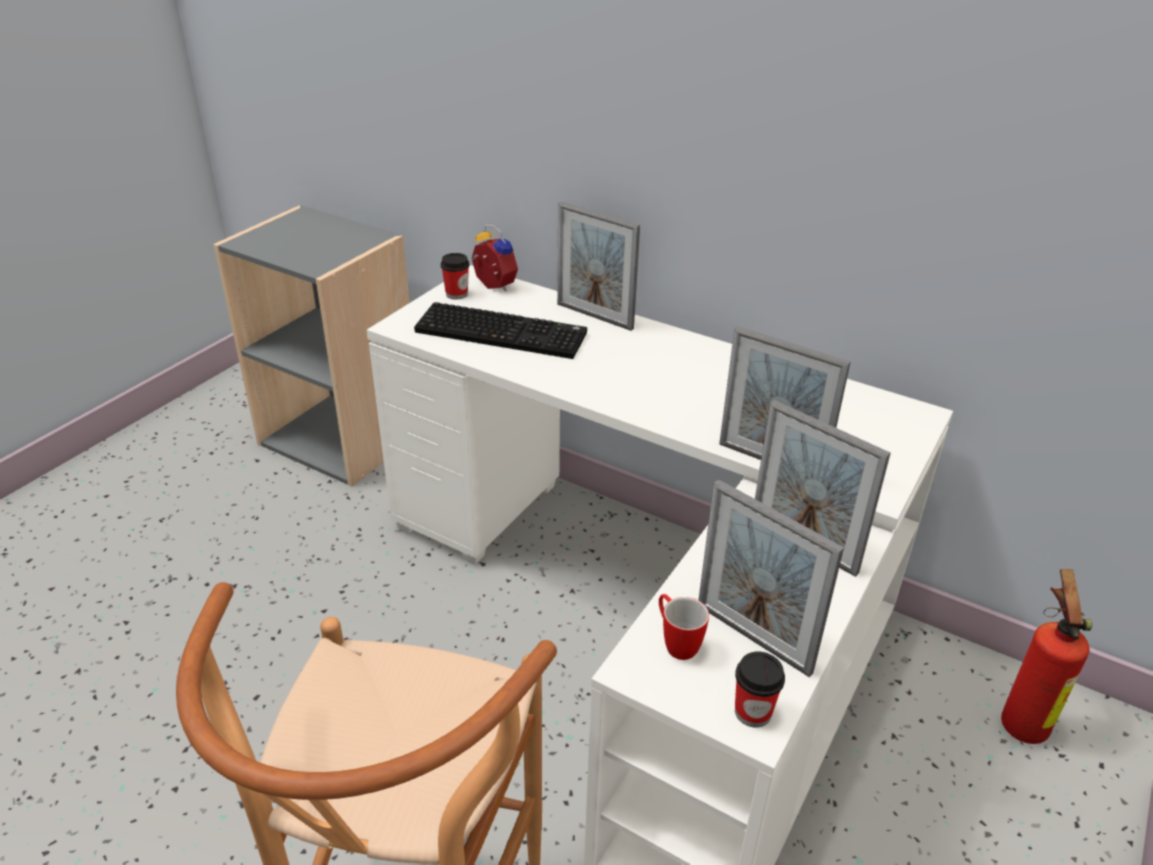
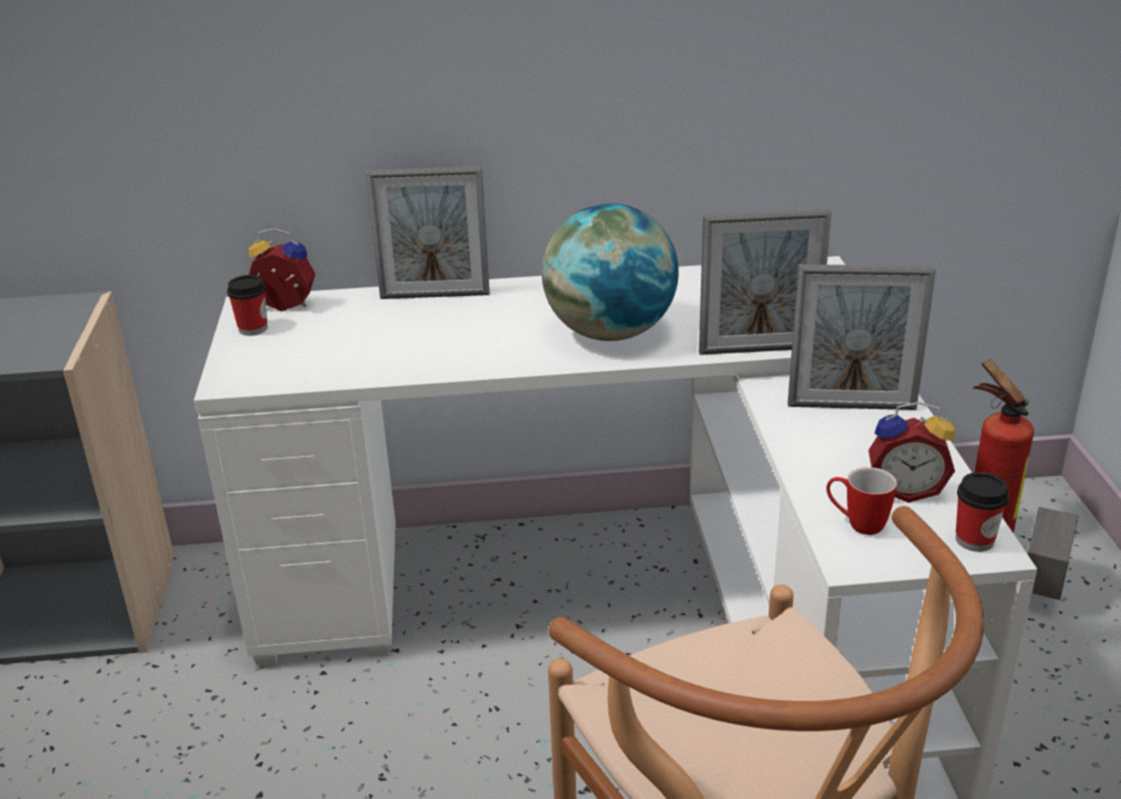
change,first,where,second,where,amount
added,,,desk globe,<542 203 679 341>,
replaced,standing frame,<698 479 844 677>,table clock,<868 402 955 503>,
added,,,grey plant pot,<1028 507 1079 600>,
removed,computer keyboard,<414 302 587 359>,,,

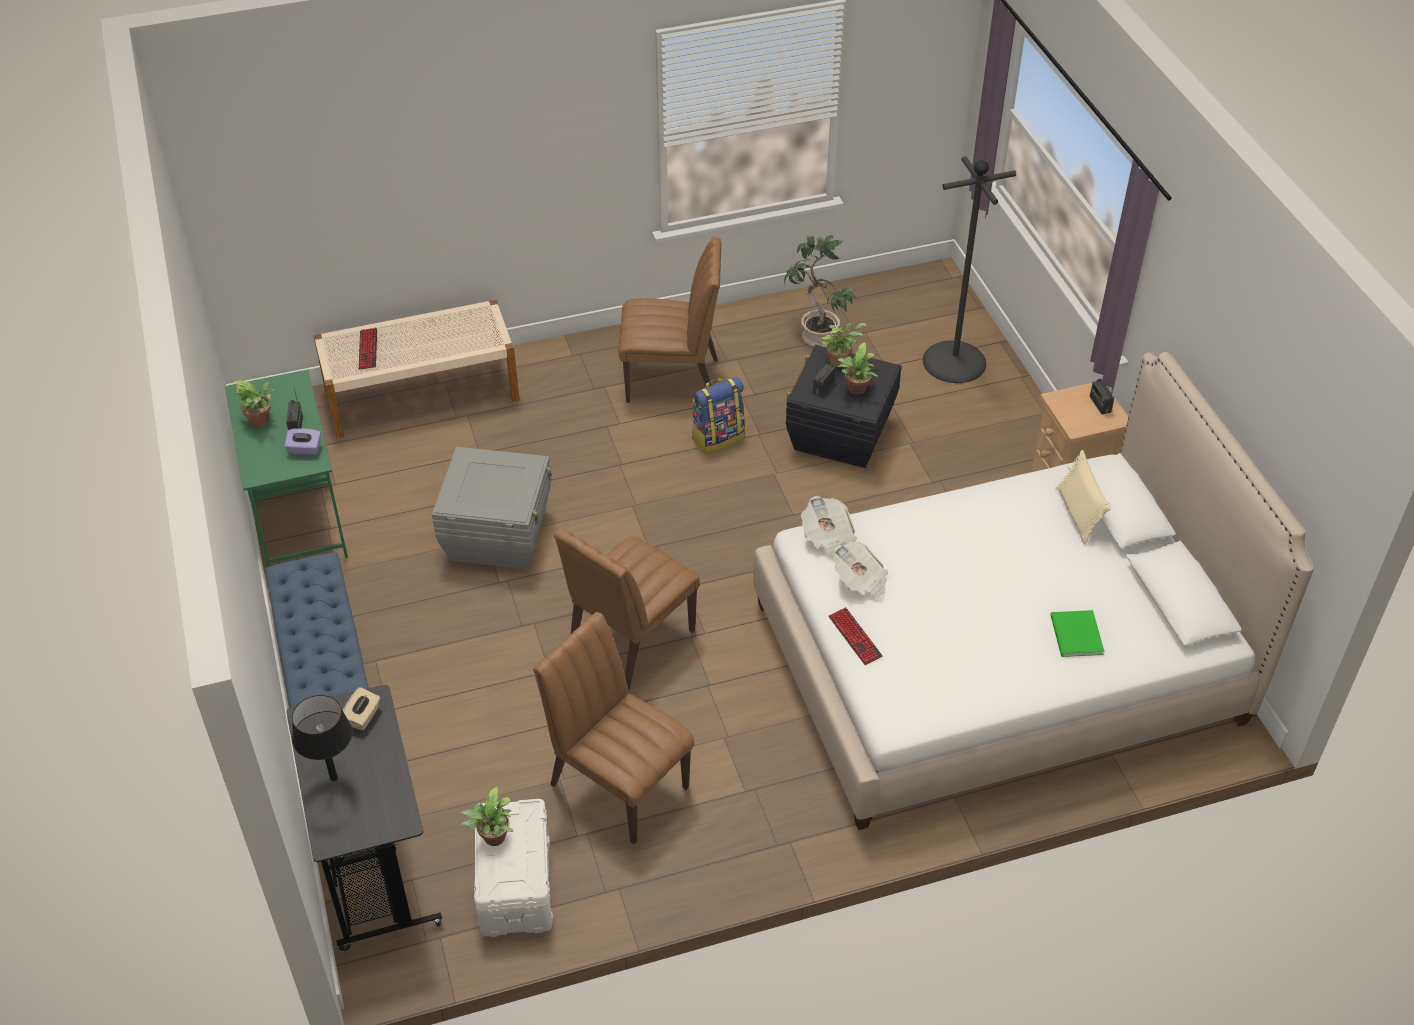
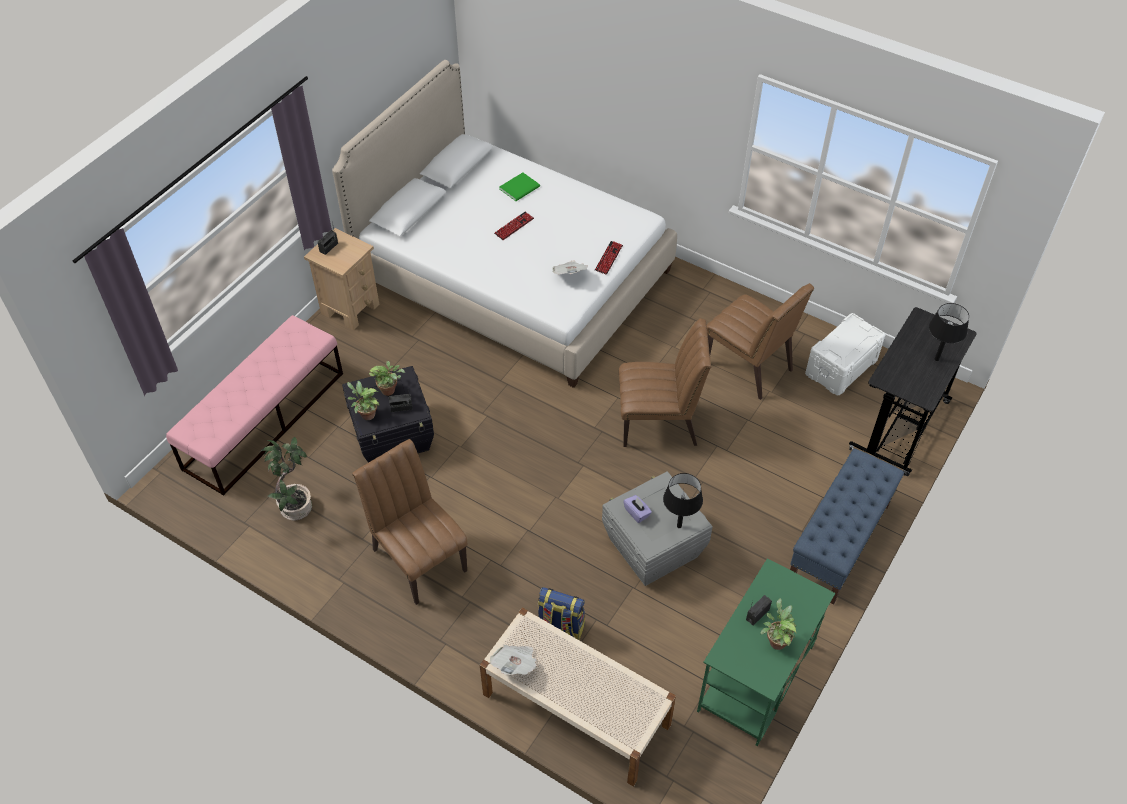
change,first,where,second,where,amount
replaced,black garment rack,<923 156 1016 383>,pink bench,<166 315 343 496>,
moved,printed paper,<801 496 857 559>,,<490 645 537 675>,
moved,computer keyboard,<359 327 377 370>,,<494 212 534 240>,
moved,backpack,<692 377 745 454>,,<538 587 585 641>,
moved,purple-coloured tissue box,<285 428 321 455>,,<623 495 652 523>,
added,,,black table lamp,<663 473 703 528>,
turned,brownish chair,<533 612 694 844>,,<707 283 814 400>,45 degrees counterclockwise
removed,beige tissue box,<343 687 380 731>,,,
removed,potted plant,<460 786 513 846>,,,
removed,beige cushion,<1056 450 1111 544>,,,

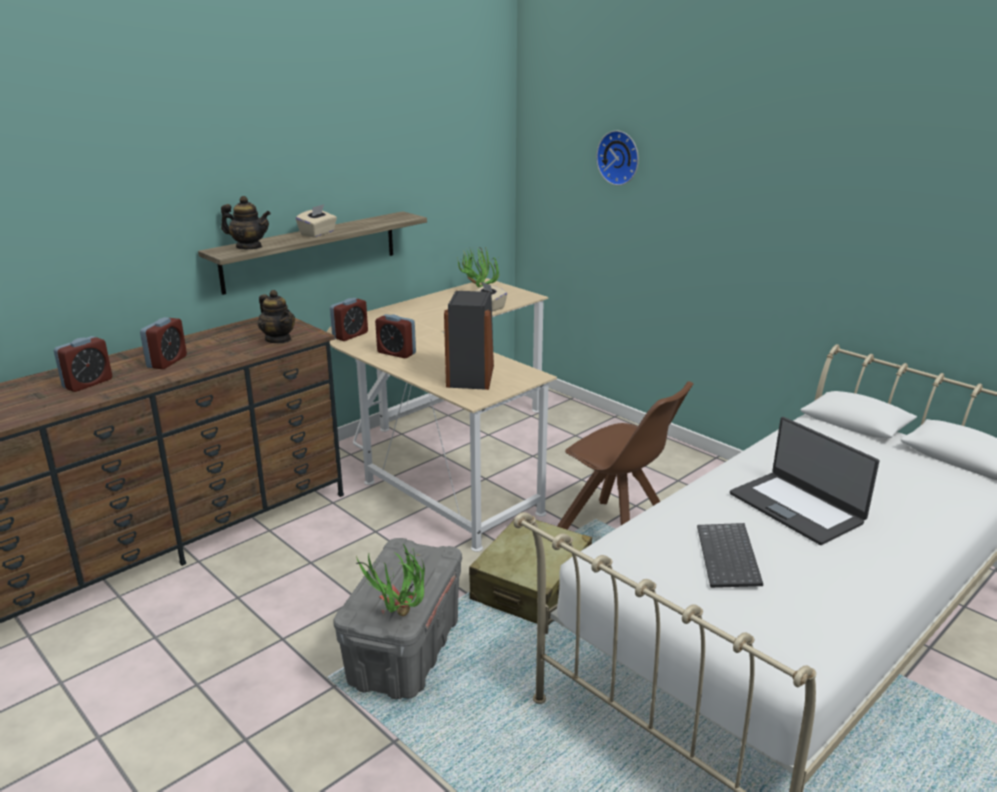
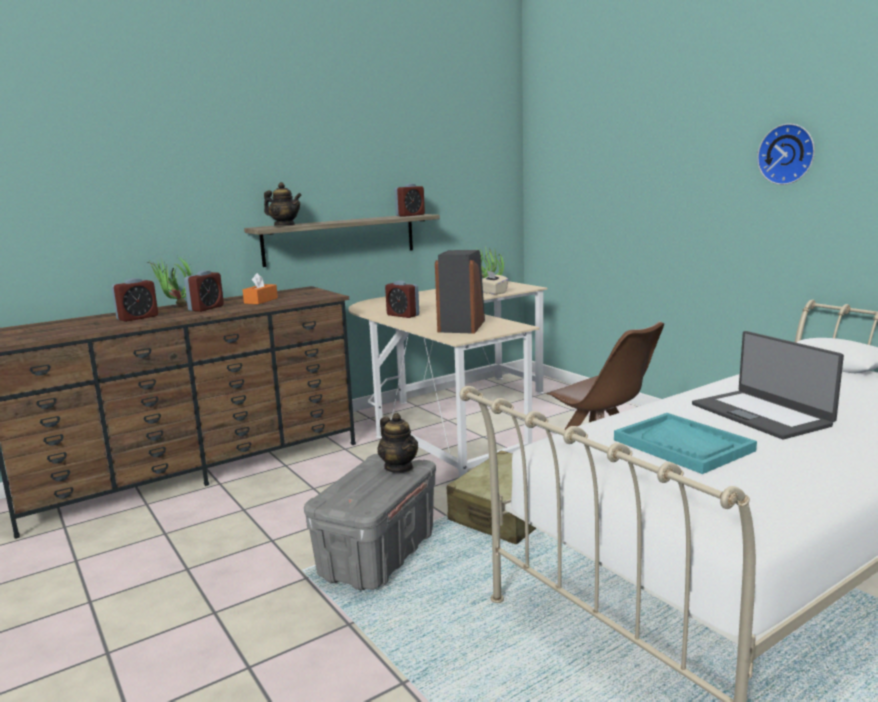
change,first,where,second,where,amount
moved,potted plant,<355 544 425 616>,,<147 253 193 306>,
added,,,orangey tissue box,<243 273 278 304>,
moved,pot for tea,<258 290 295 343>,,<378 413 418 473>,
moved,table clock,<330 298 368 341>,,<395 183 425 217>,
replaced,computer keyboard,<697 523 763 588>,turquoise serving tray,<614 413 757 474>,
moved,clock on the wall,<596 130 639 186>,,<757 123 815 185>,
removed,beige tissue box,<296 204 337 238>,,,

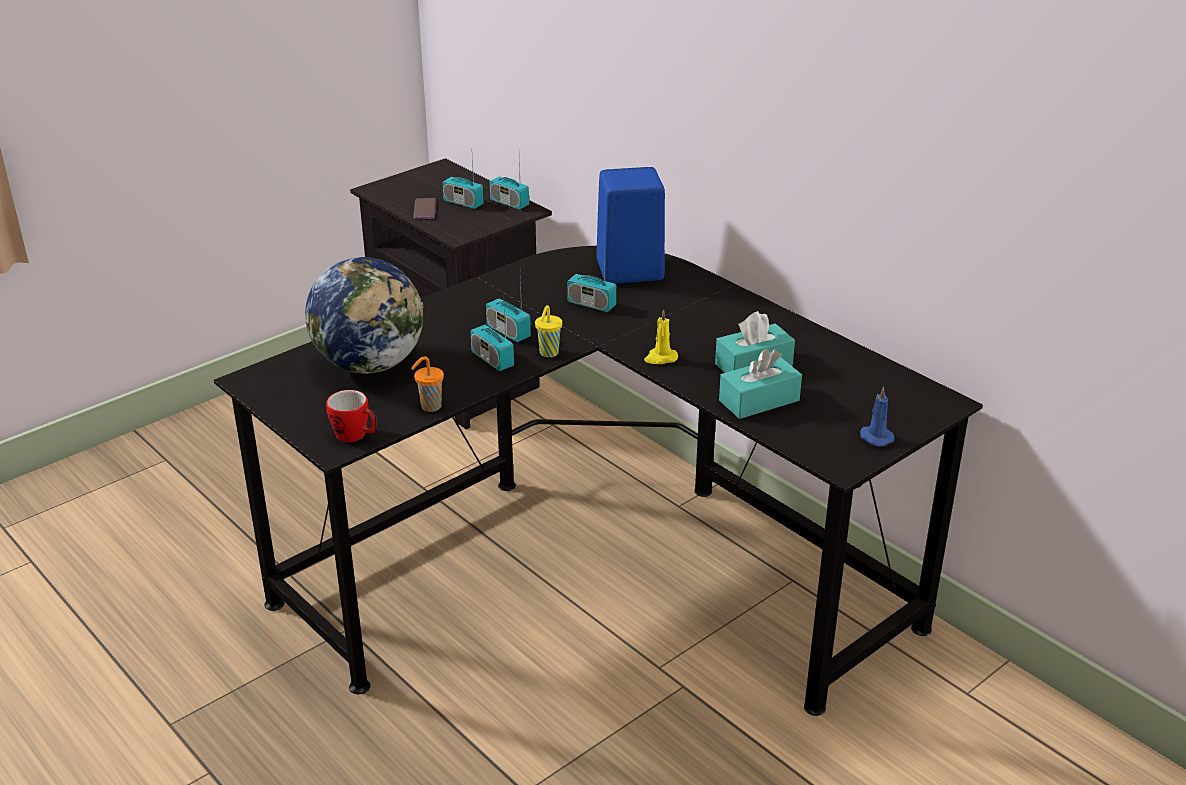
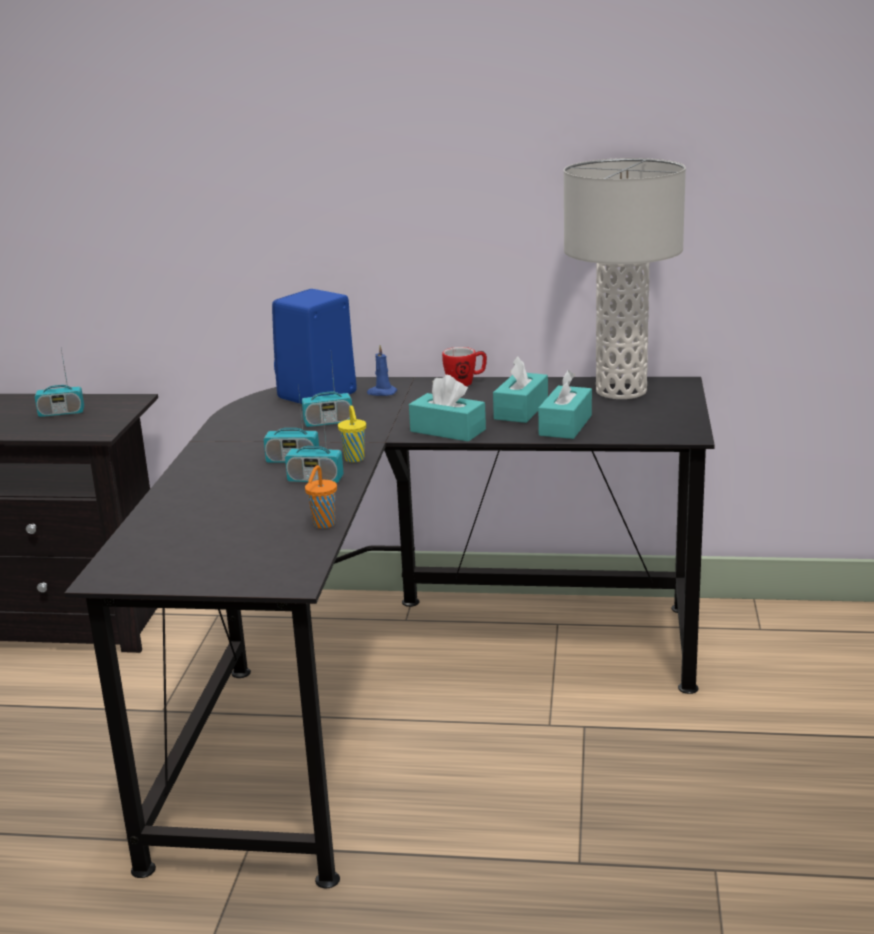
change,first,where,second,where,amount
moved,blue-coloured wax light,<860 387 895 447>,,<367 345 397 396>,
replaced,yellow-coloured wax light,<644 309 678 364>,turquoise tissue box,<409 375 486 442>,
moved,mug,<326 390 376 442>,,<442 347 487 386>,
added,,,whitish table lamp,<564 158 686 399>,
removed,desk globe,<305 257 424 374>,,,
removed,handset,<413 198 436 219>,,,
removed,radio set,<489 160 529 210>,,,

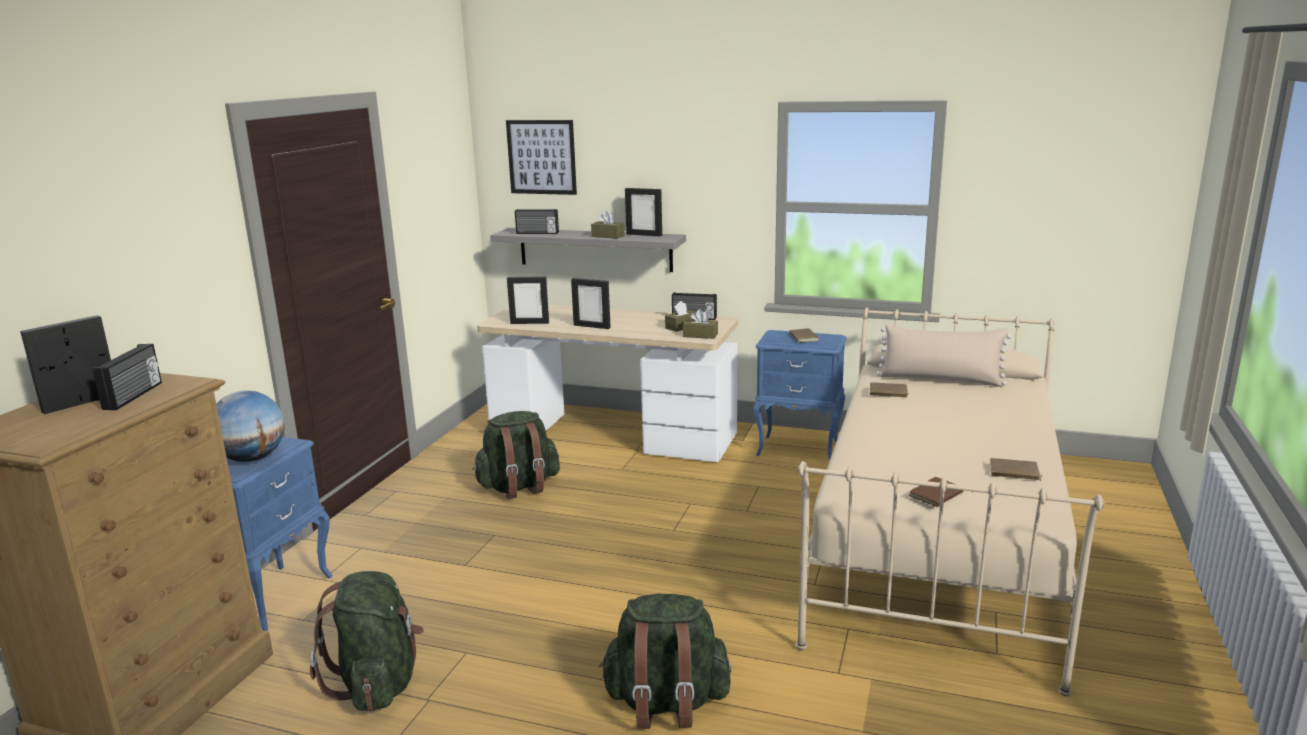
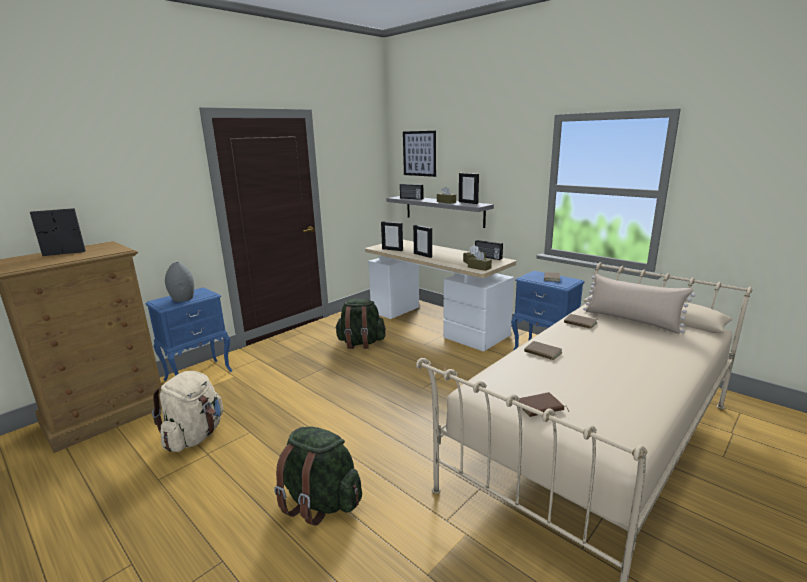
change,first,where,second,where,amount
recoloured,greenish backpack,<310 571 424 711>,beige backpack,<152 371 223 452>,
replaced,desk globe,<216 390 285 462>,grey vase,<165 262 194 302>,
moved,brownish volume,<990 458 1043 481>,,<524 341 563 360>,
removed,radio set,<92 344 162 410>,,,

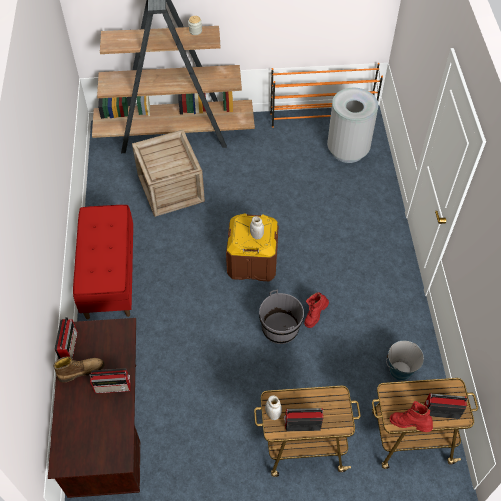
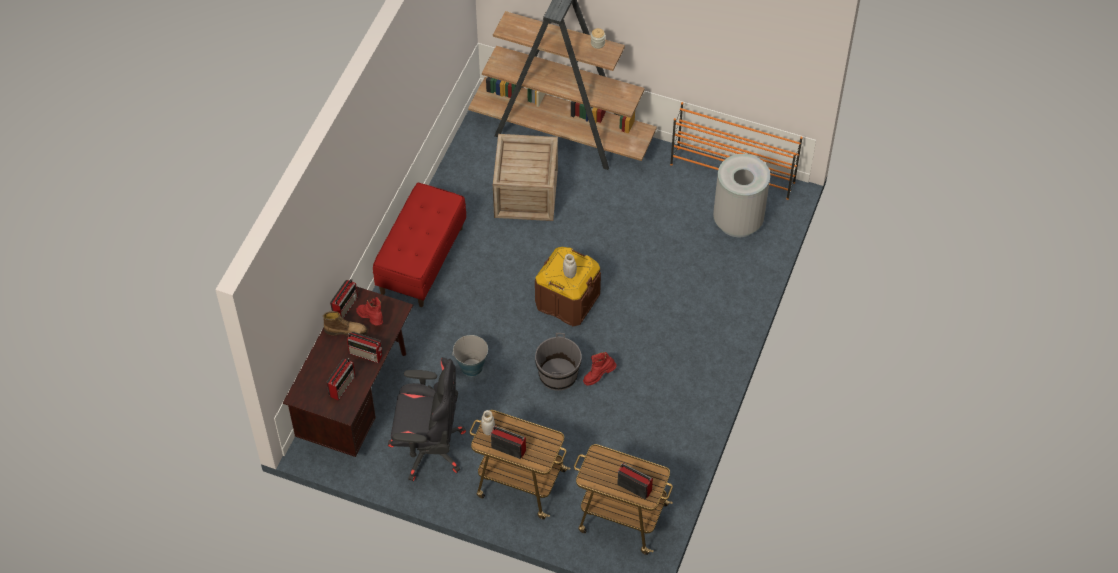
change,first,where,second,where,amount
added,,,radio set,<326 358 355 401>,
moved,red high-top boot,<390 401 433 432>,,<356 297 383 325>,
added,,,black desk chair,<388 357 466 481>,
moved,pail,<386 341 424 381>,,<452 335 488 377>,

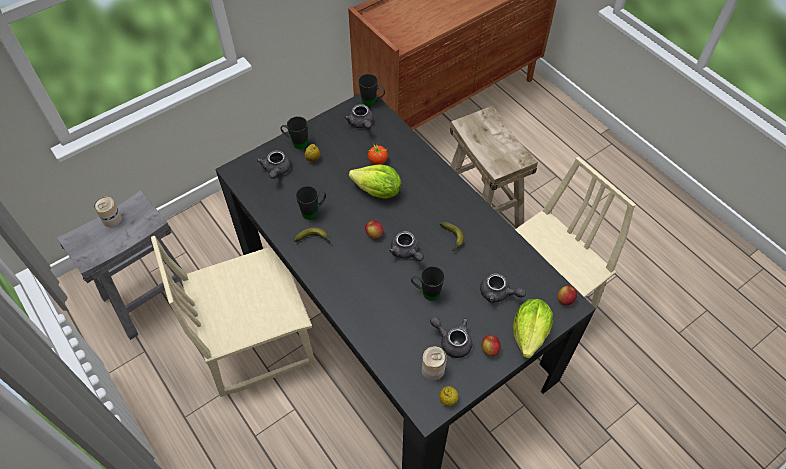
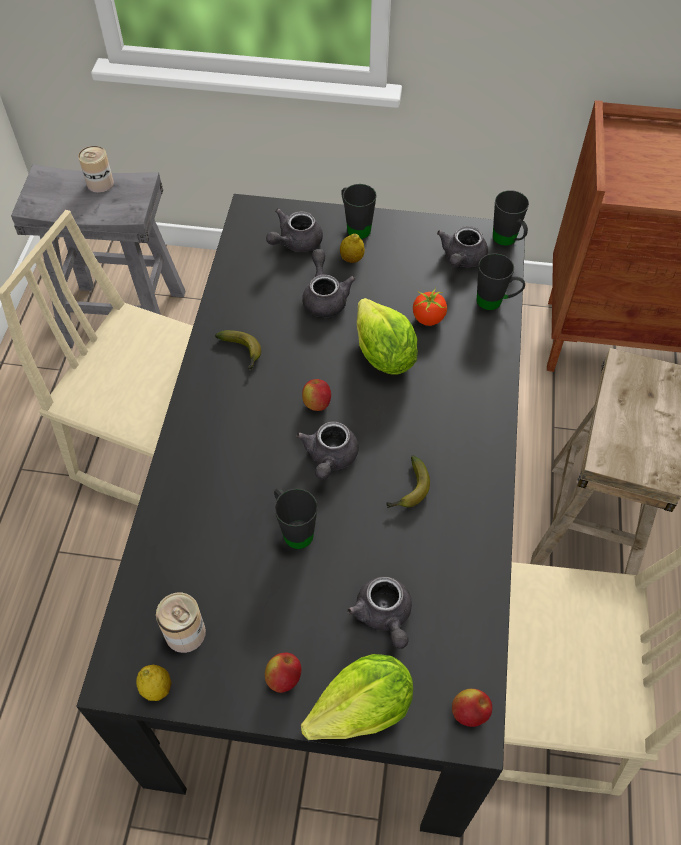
change,first,where,second,where,amount
moved,grey pot for tea,<430 317 472 358>,,<302 249 356 317>,
moved,black mug,<296 186 326 220>,,<477 253 525 310>,

